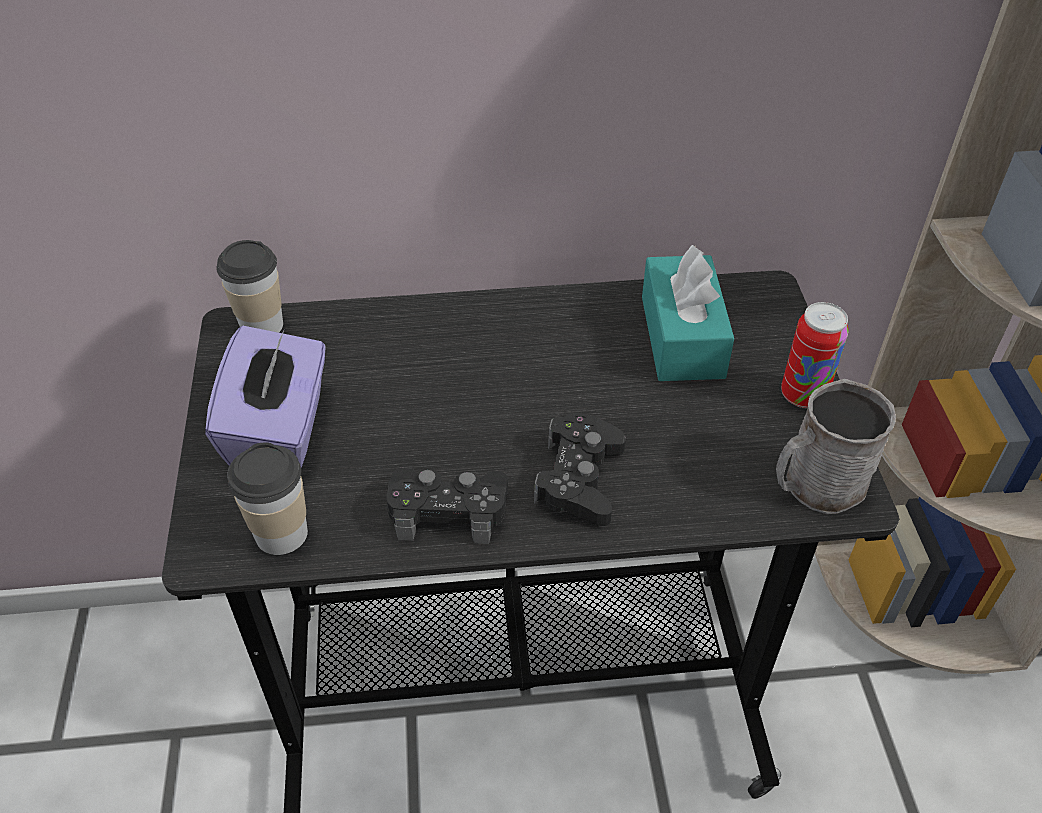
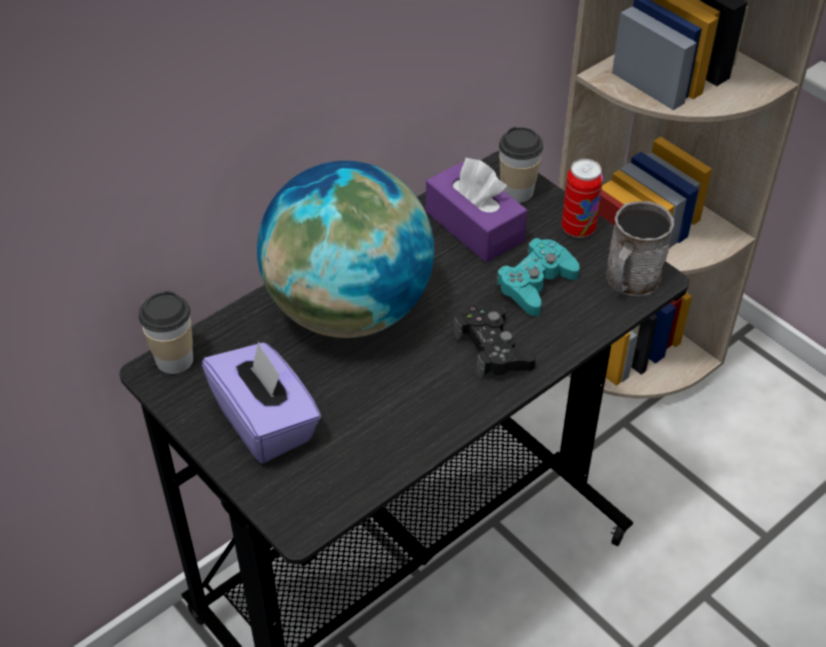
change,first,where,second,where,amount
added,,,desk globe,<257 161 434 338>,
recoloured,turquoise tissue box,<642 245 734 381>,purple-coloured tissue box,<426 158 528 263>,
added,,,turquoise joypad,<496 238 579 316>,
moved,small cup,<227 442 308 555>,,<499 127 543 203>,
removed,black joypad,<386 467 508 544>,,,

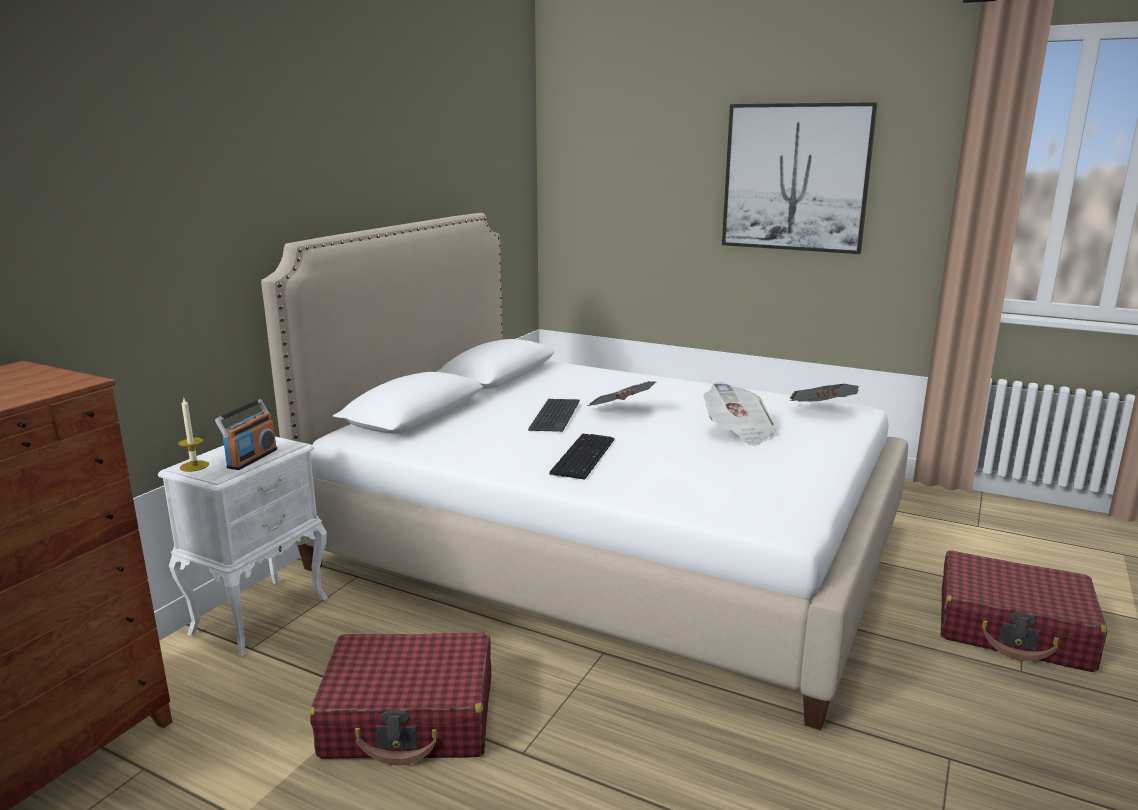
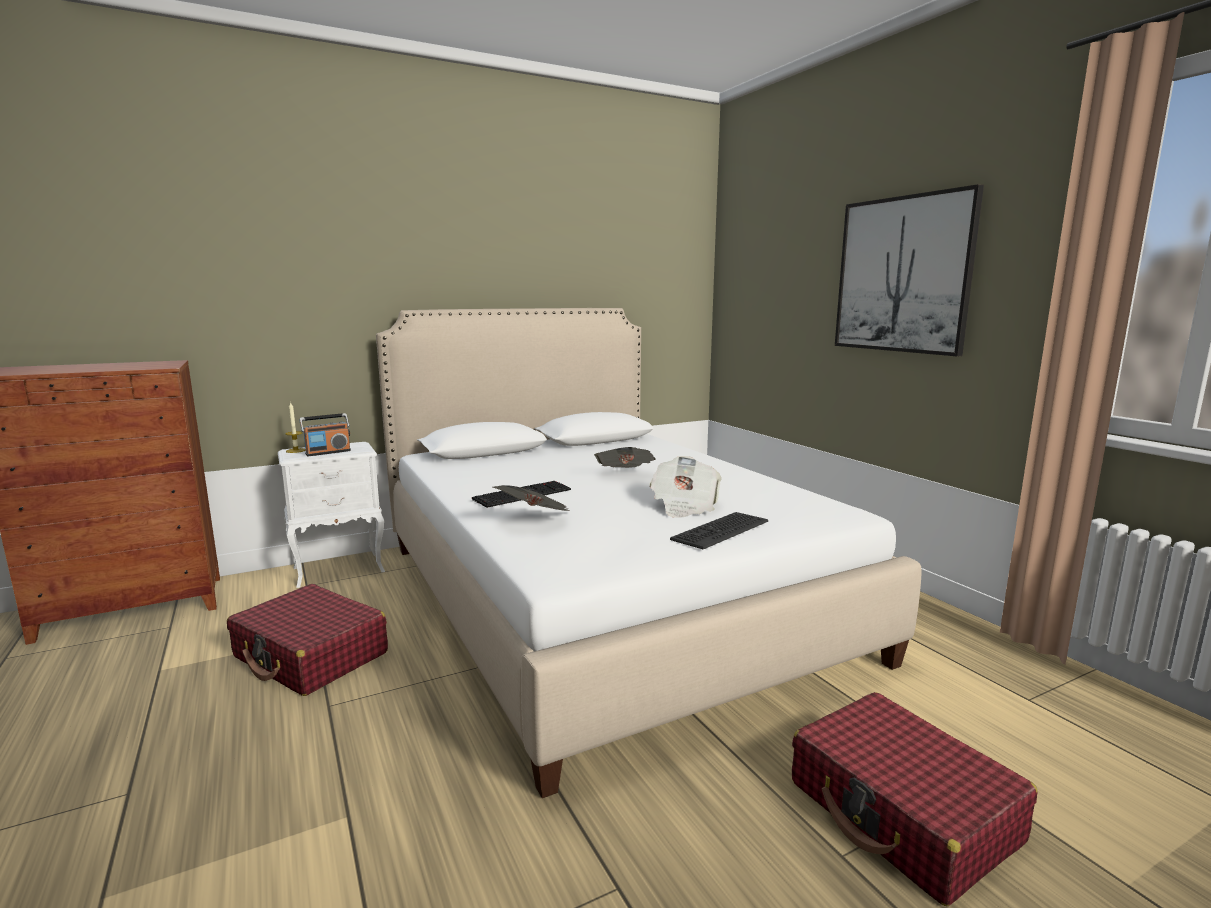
change,first,where,second,where,amount
moved,printed paper,<790 384 859 401>,,<492 485 569 511>,
moved,computer keyboard,<528 399 580 432>,,<670 512 768 549>,

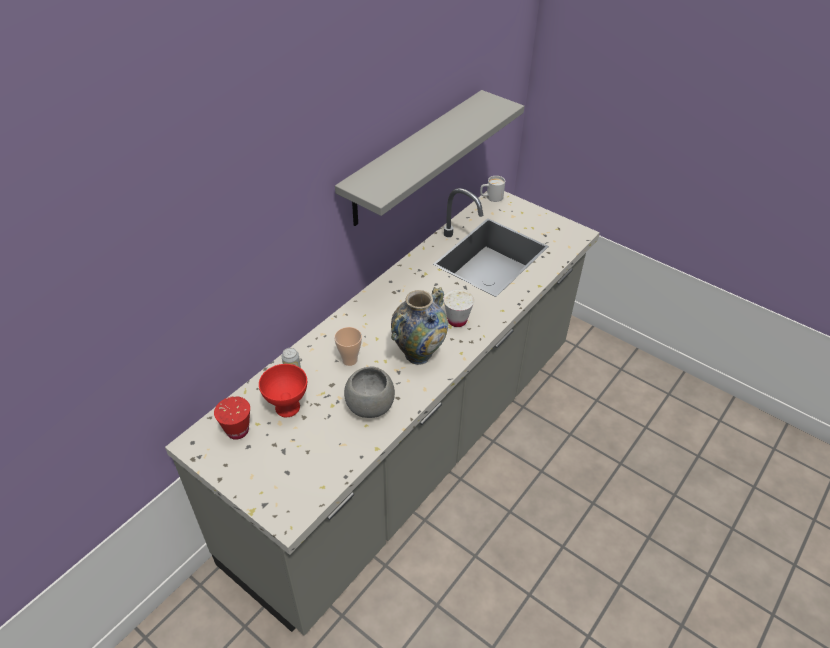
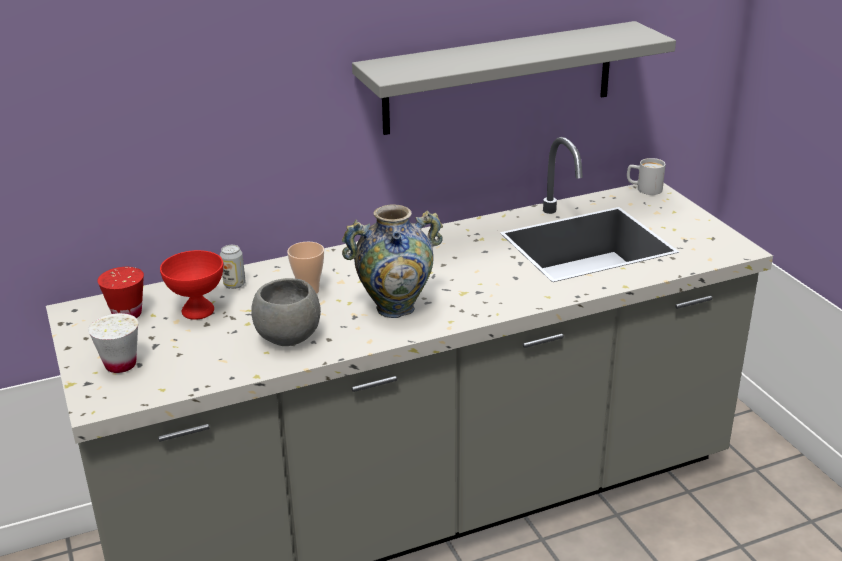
change,first,where,second,where,amount
moved,whitish small cup,<444 290 474 327>,,<88 313 138 373>,

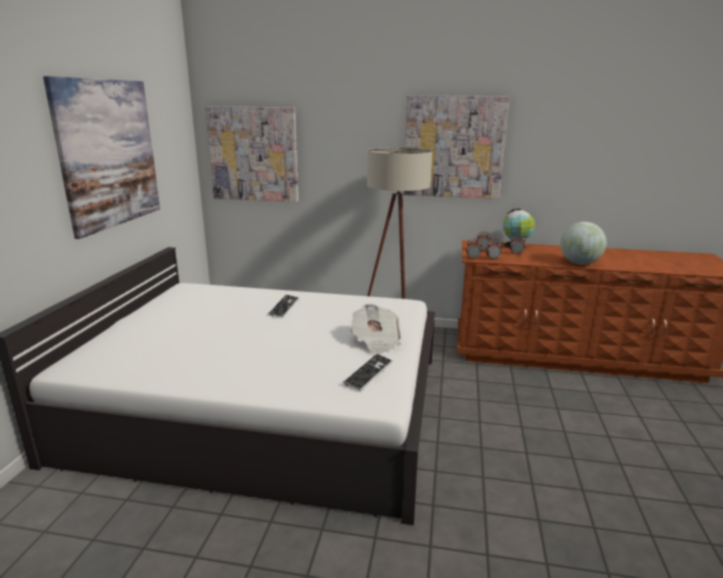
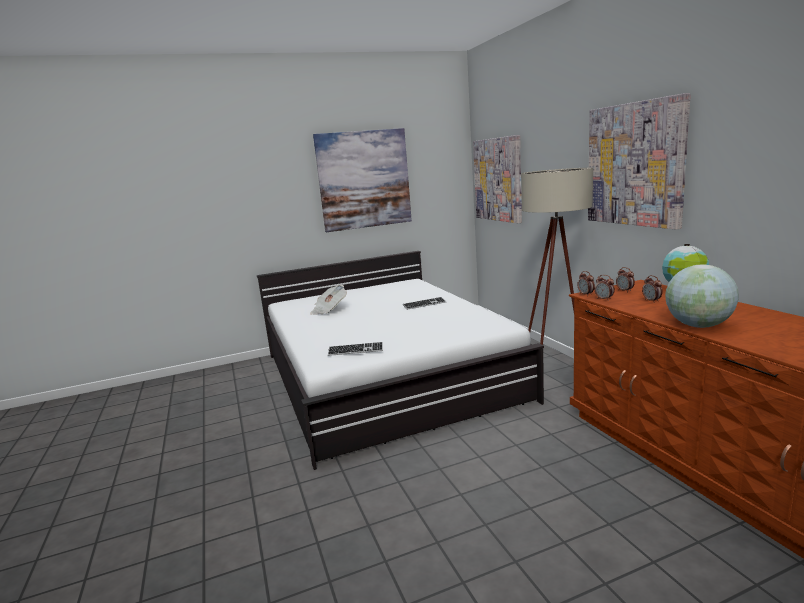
change,first,where,second,where,amount
moved,printed paper,<351 304 401 354>,,<310 285 347 315>,

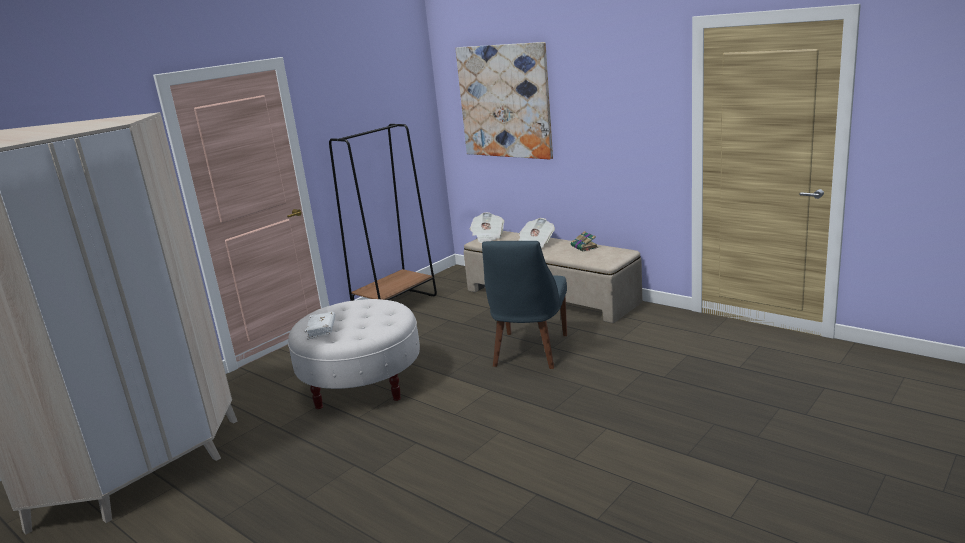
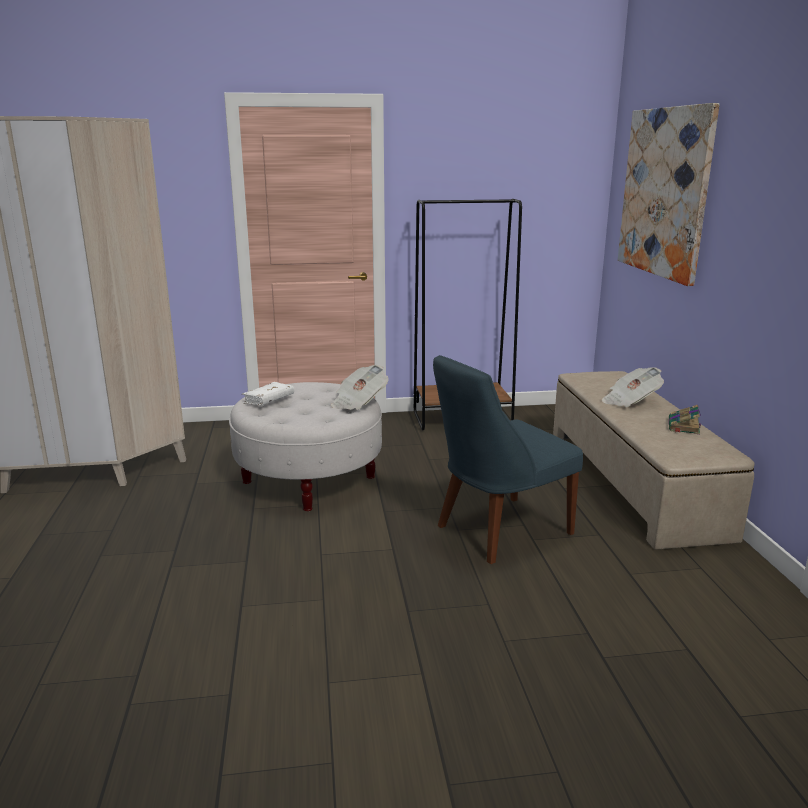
change,first,where,second,where,amount
moved,printed paper,<470 212 504 243>,,<331 365 389 410>,

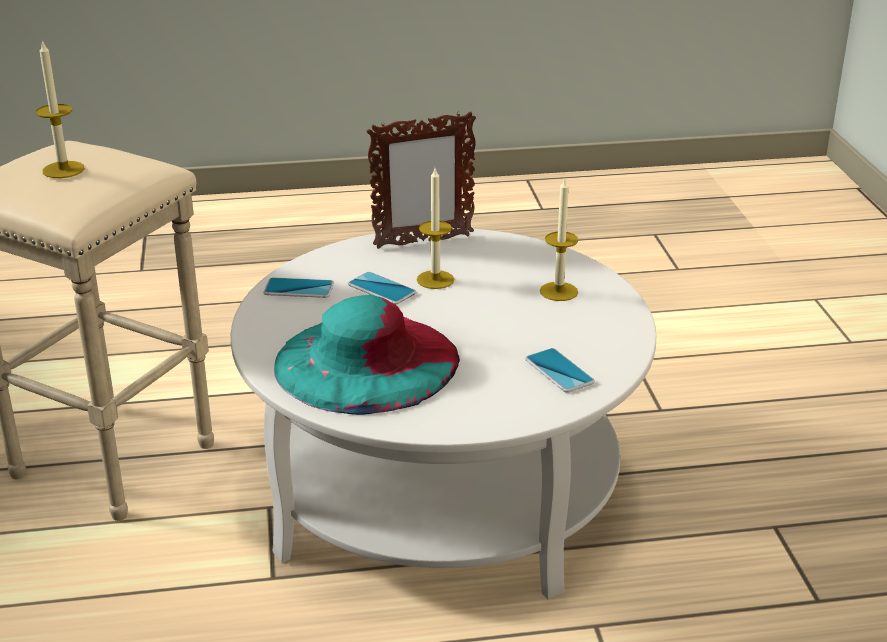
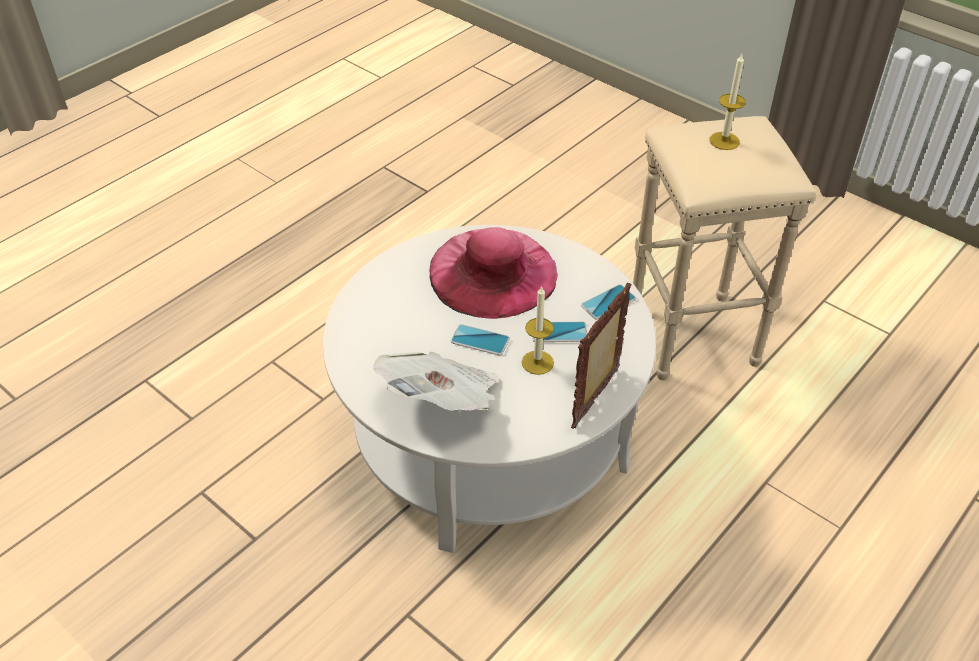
change,first,where,second,where,amount
replaced,wax light,<540 179 578 301>,printed paper,<373 352 499 411>,
recoloured,turquoise hat,<274 294 460 415>,pink hat,<430 227 558 319>,
moved,handset,<525 348 595 393>,,<451 324 510 355>,

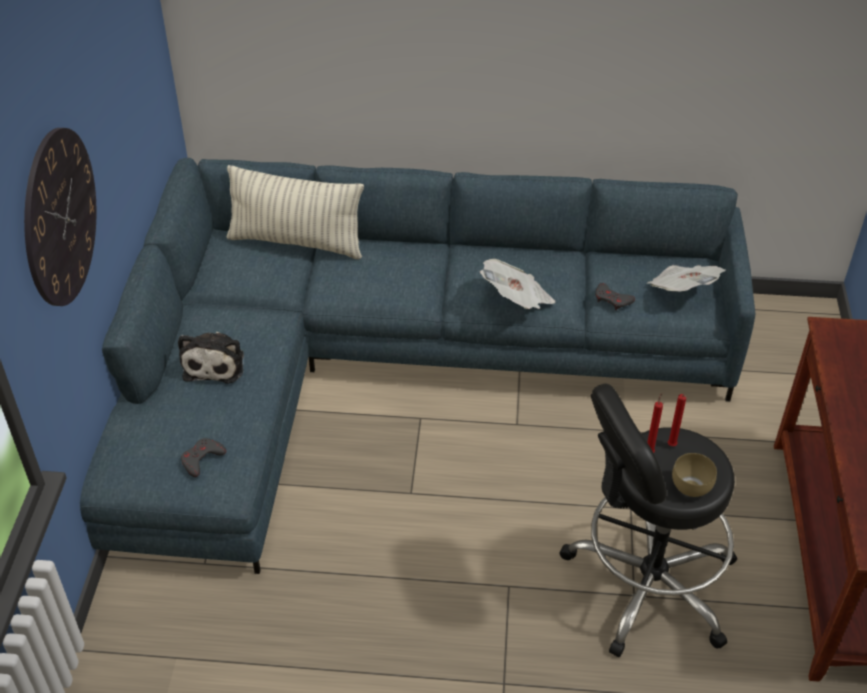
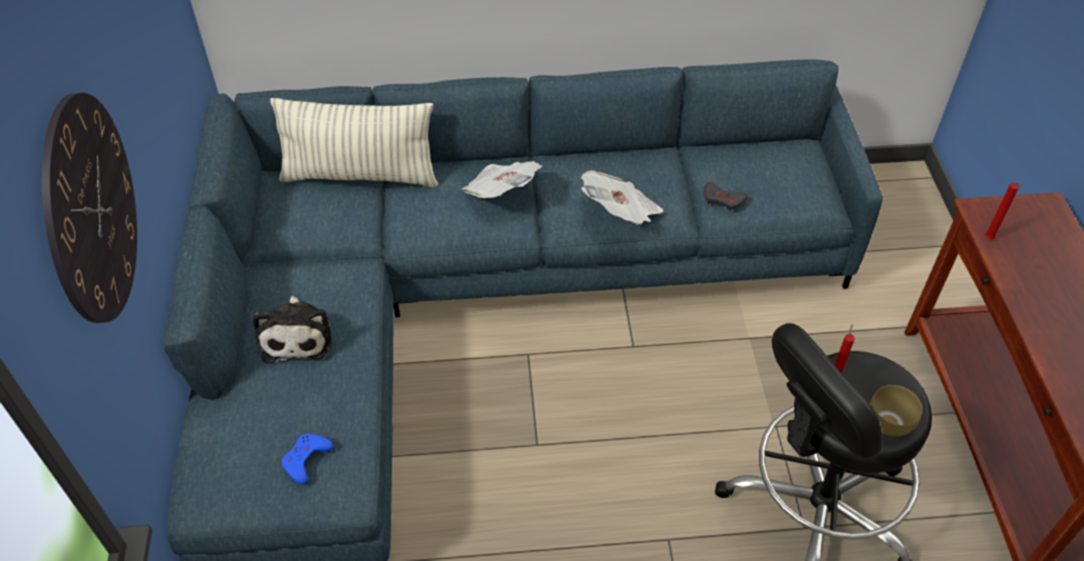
change,first,where,second,where,amount
recoloured,grey joypad,<181 438 226 477>,blue-coloured joypad,<281 434 333 485>,
moved,printed paper,<647 265 726 291>,,<462 161 542 198>,
moved,red wax light,<668 394 687 446>,,<985 183 1023 239>,

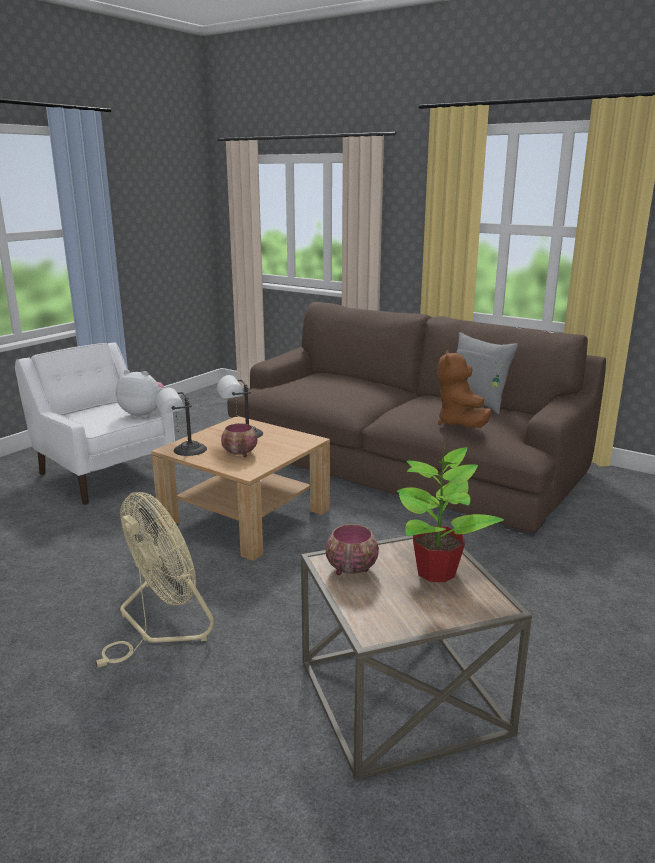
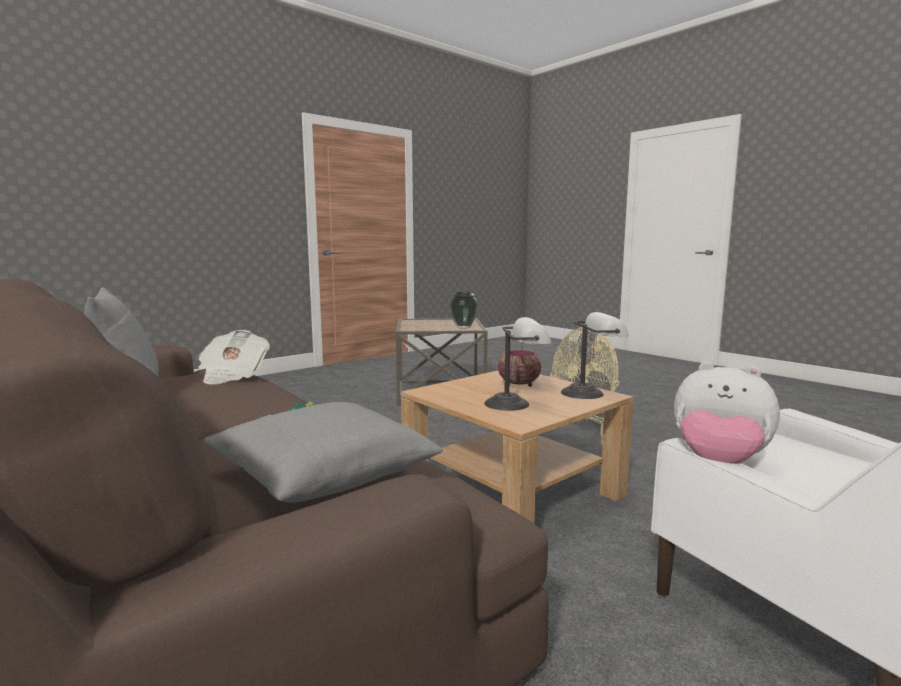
change,first,where,second,where,amount
replaced,brownish plush toy,<438 350 491 428>,printed paper,<198 330 270 384>,
added,,,grey cushion,<204 402 442 503>,
replaced,deep dish,<326 524 379 575>,vase,<450 292 478 329>,
removed,potted plant,<397 445 504 583>,,,

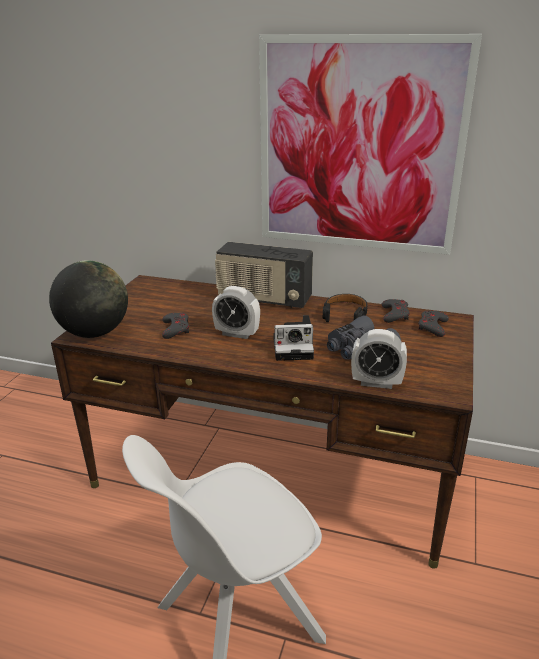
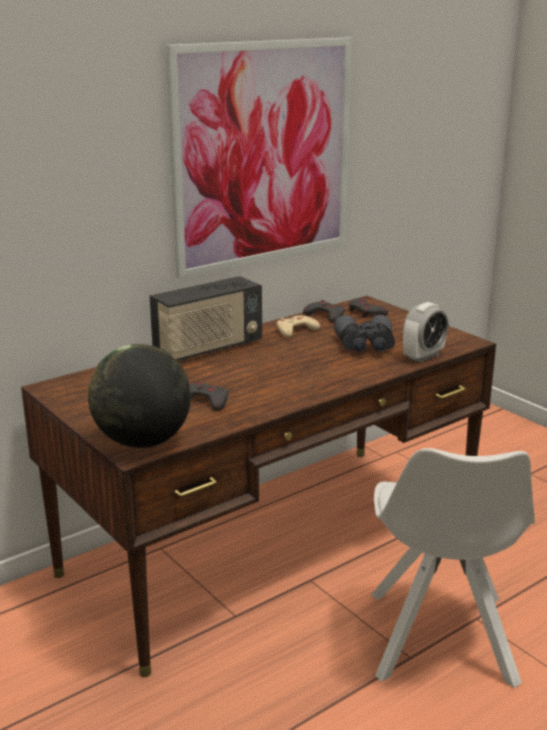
change,first,where,second,where,amount
replaced,black headset,<323 294 368 322>,beige joypad,<277 315 320 338>,
removed,table clock,<212 286 260 339>,,,
removed,still camera,<273 315 314 361>,,,

